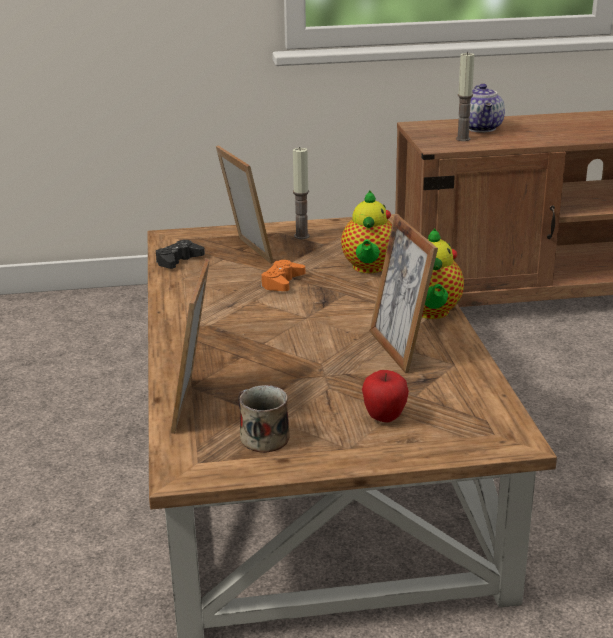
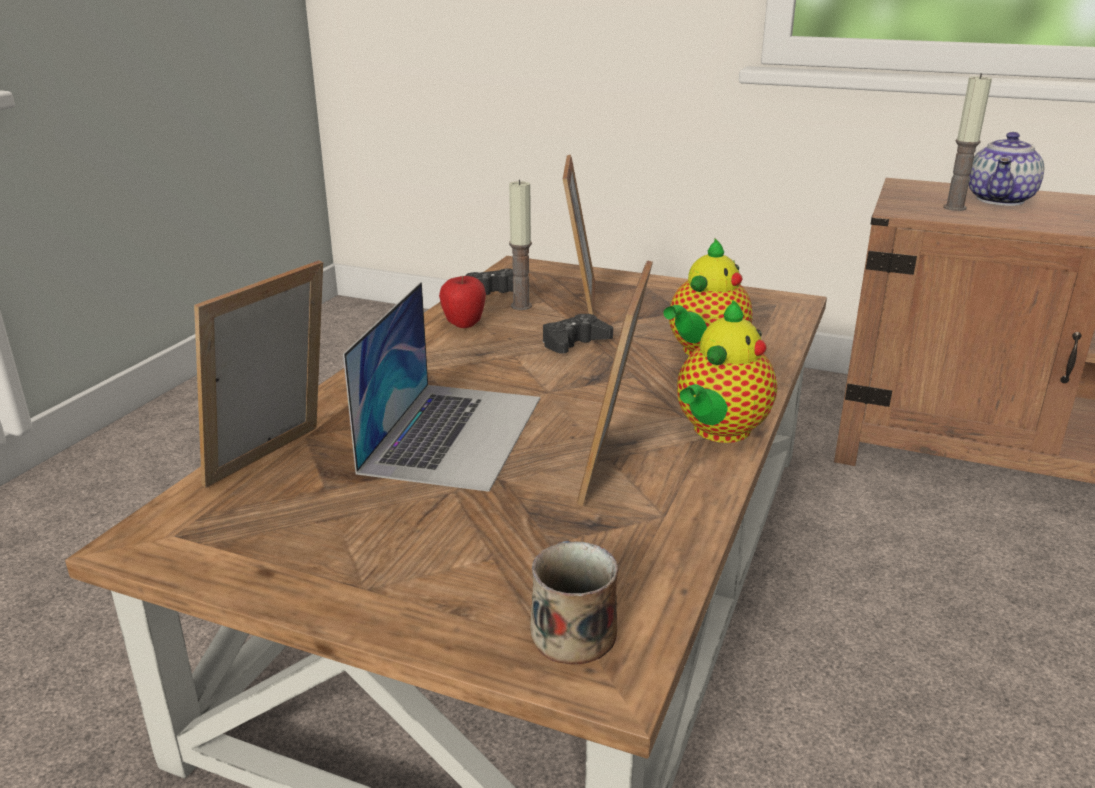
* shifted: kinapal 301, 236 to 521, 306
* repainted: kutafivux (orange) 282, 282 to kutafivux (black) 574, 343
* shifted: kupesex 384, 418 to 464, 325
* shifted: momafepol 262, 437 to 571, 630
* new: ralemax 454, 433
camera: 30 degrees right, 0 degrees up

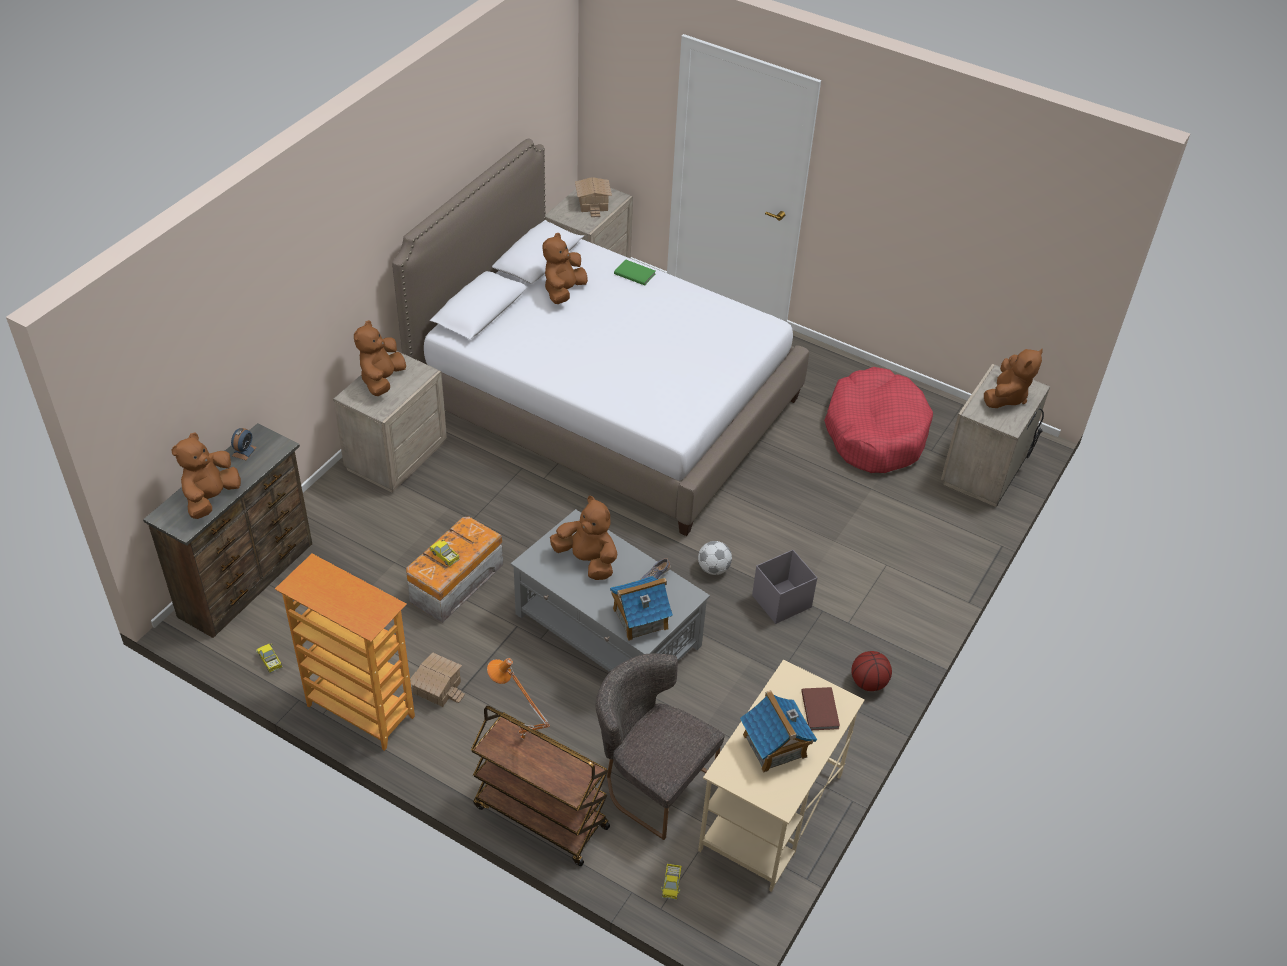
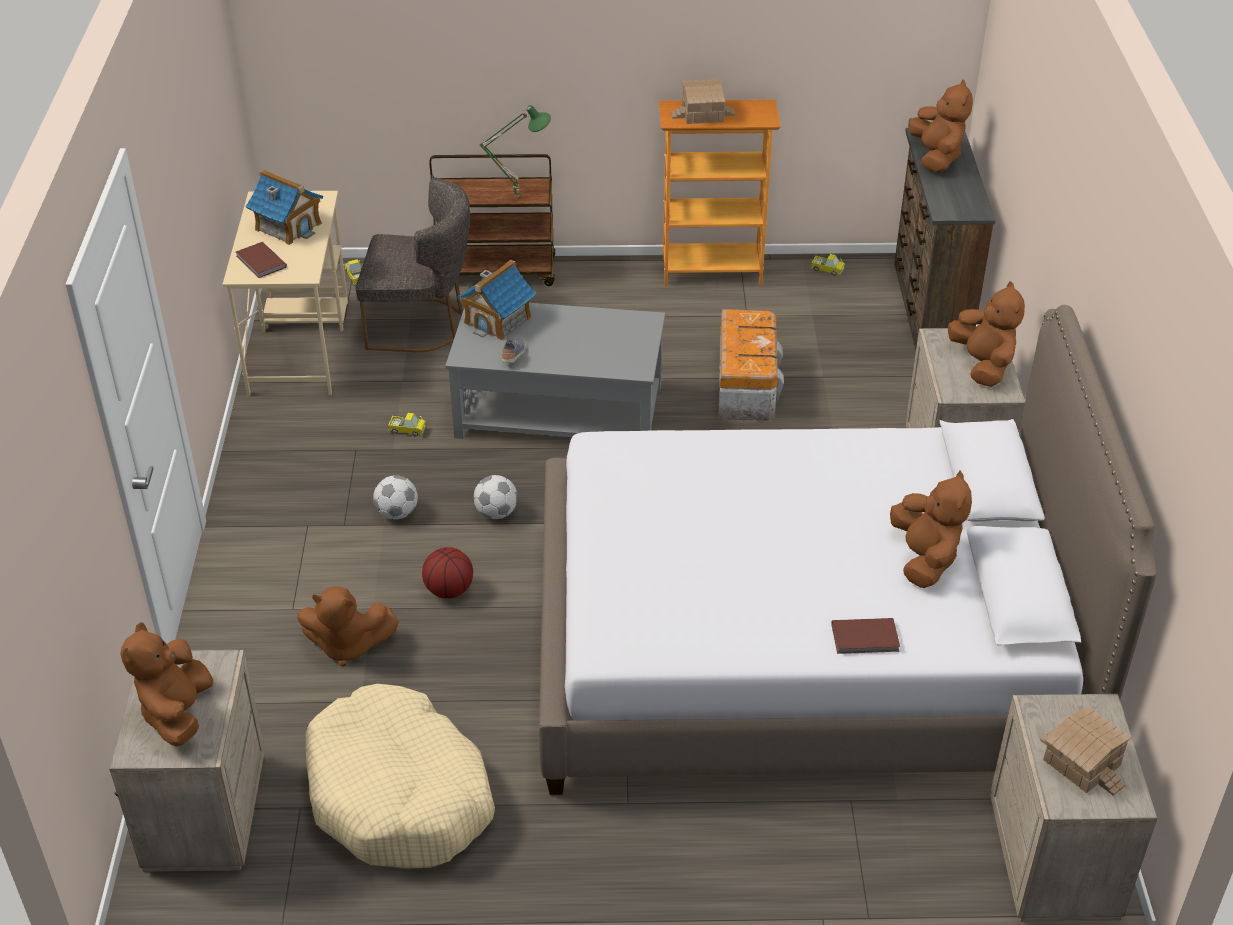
* repainted: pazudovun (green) 634, 273 to pazudovun (brown) 866, 639
* repainted: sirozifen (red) 875, 432 to sirozifen (beige) 399, 795
* gone: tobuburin 244, 451
* shifted: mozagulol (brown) 587, 560 to 347, 646
* shifted: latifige 444, 556 to 407, 430
* swapped: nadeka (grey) 780, 602 to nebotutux 397, 513
* shifted: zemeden 868, 682 to 449, 591
* shifted: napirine 437, 687 to 703, 114
* repainted: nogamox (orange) 520, 740 to nogamox (green) 517, 195
camera: 150 degrees right, 5 degrees down

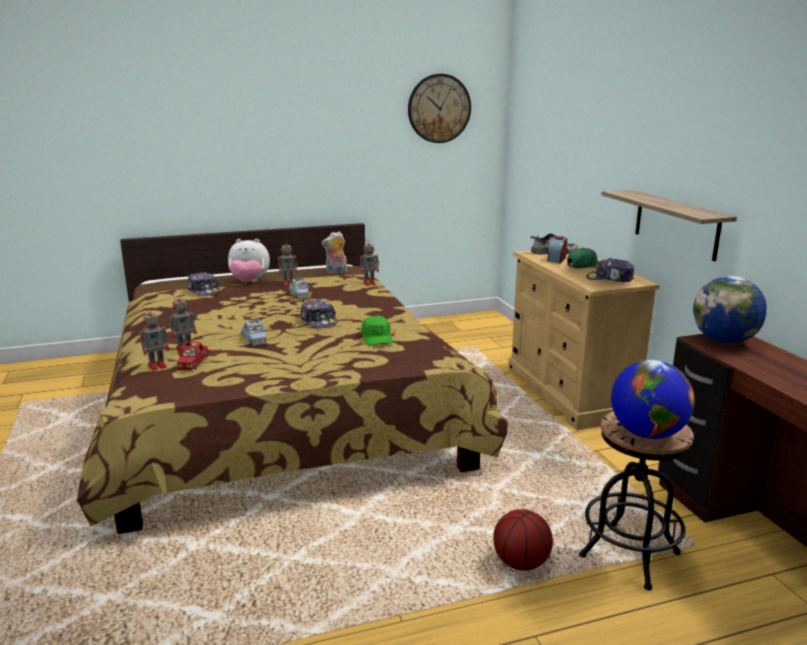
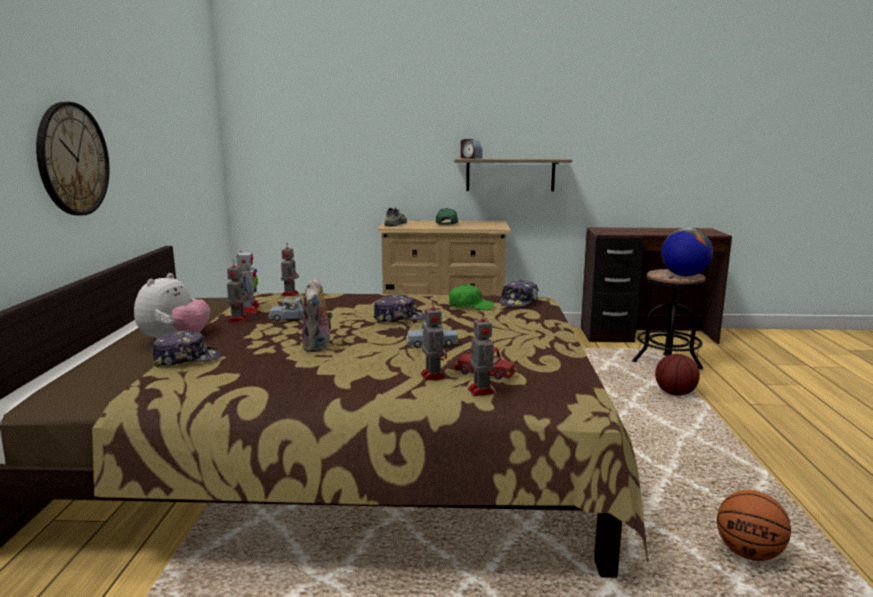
* shifted: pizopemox 439, 108 to 72, 159
* shifted: mozagulol 336, 272 to 318, 347
* shifted: tobuburin 556, 259 to 470, 158
* shifted: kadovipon 610, 279 to 519, 302
* gone: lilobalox 724, 341
* new: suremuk 249, 309
* new: zemeden 748, 553
camera: 70 degrees left, 5 degrees down

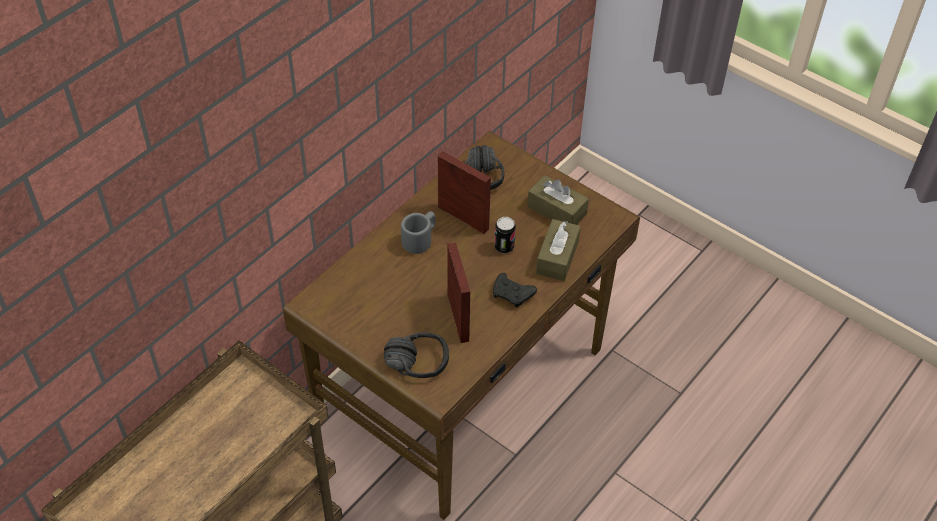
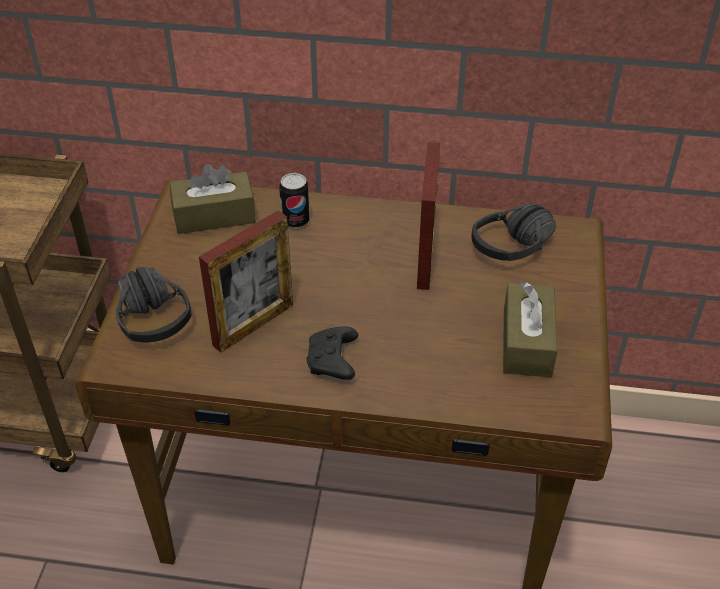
* gone: momafepol (grey) 420, 239
* shifted: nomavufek 504, 247 to 295, 221
* shifted: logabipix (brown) 557, 257 to 214, 215
camera: 60 degrees right, 5 degrees down

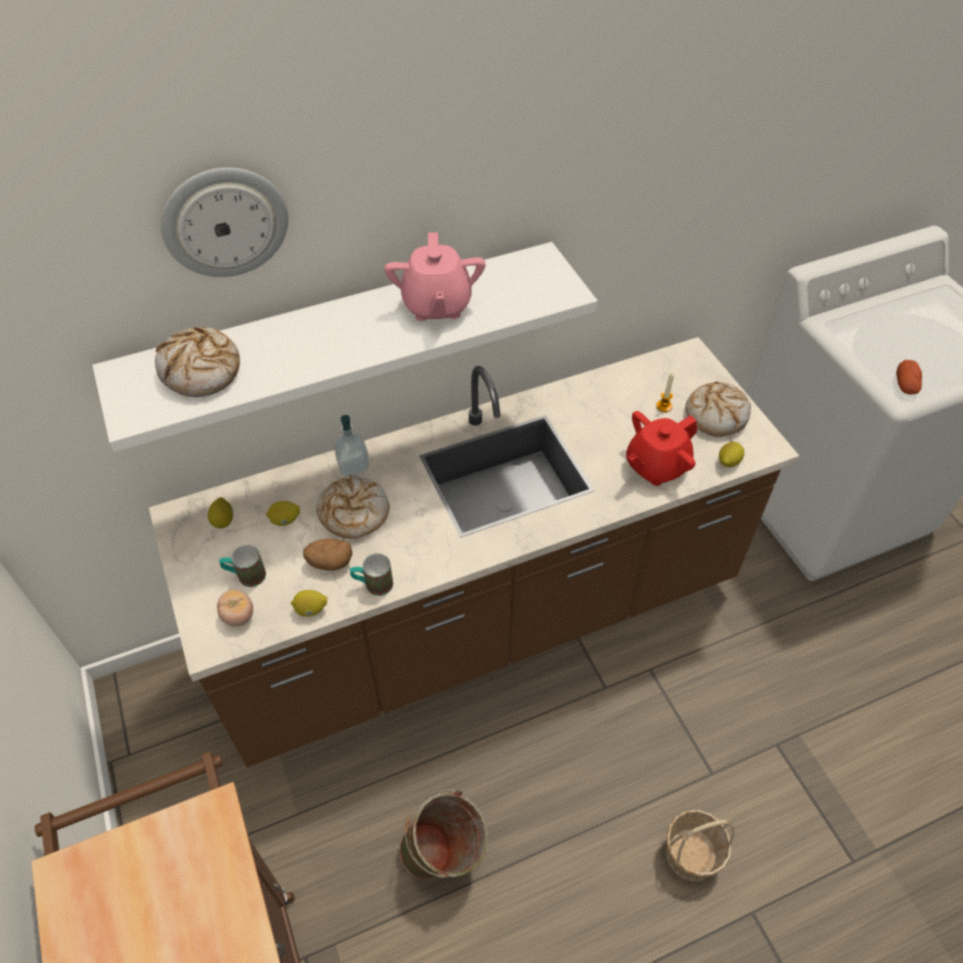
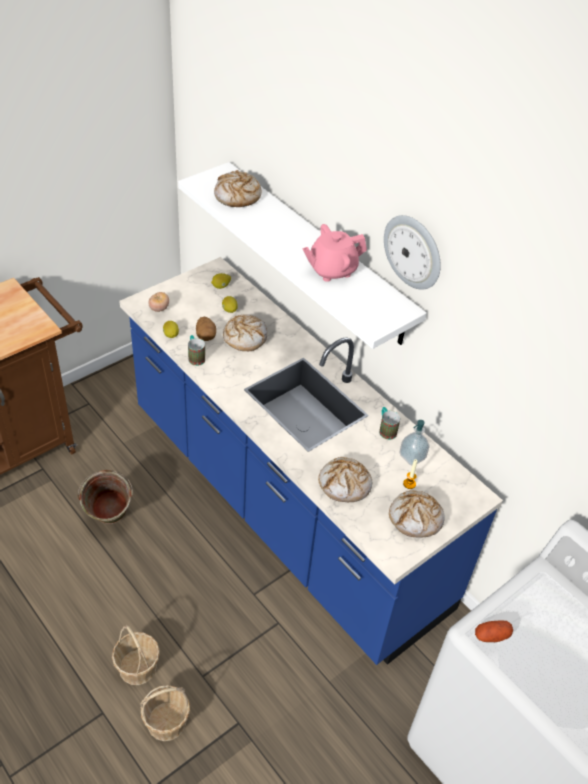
* shifted: pizopemox 225, 221 to 413, 251
* repainted: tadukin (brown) 481, 621 to tadukin (blue) 283, 507
* swapped: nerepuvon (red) 656, 466 to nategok 345, 484
* shifted: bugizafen 353, 465 to 412, 456
* gone: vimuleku 728, 462
* shifted: momafepol 246, 576 to 386, 429
* new: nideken 167, 722
camera: 70 degrees right, 5 degrees down

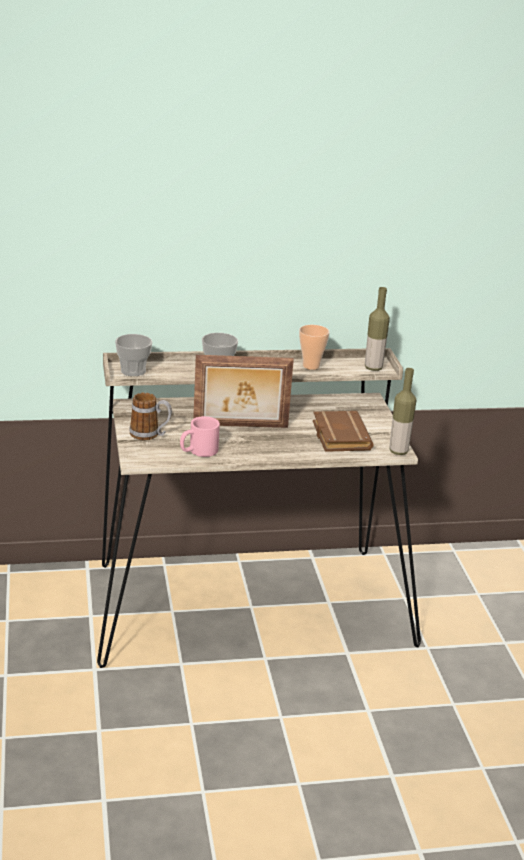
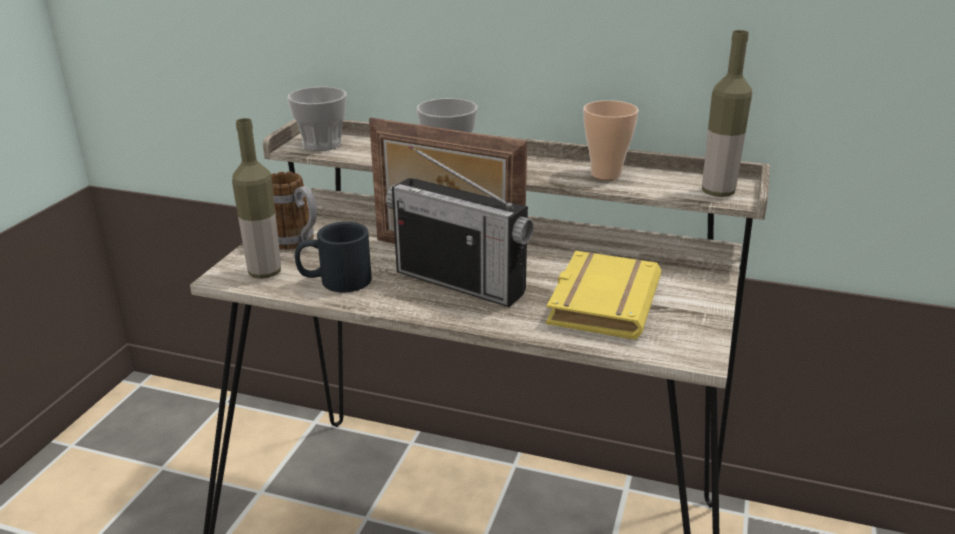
* shifted: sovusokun 398, 451 to 265, 272
* repainted: pazudovun (brown) 338, 435 to pazudovun (yellow) 600, 301
* repainted: momafepol (pink) 198, 451 to momafepol (black) 335, 281
* new: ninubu 460, 282
camera: 30 degrees right, 0 degrees up

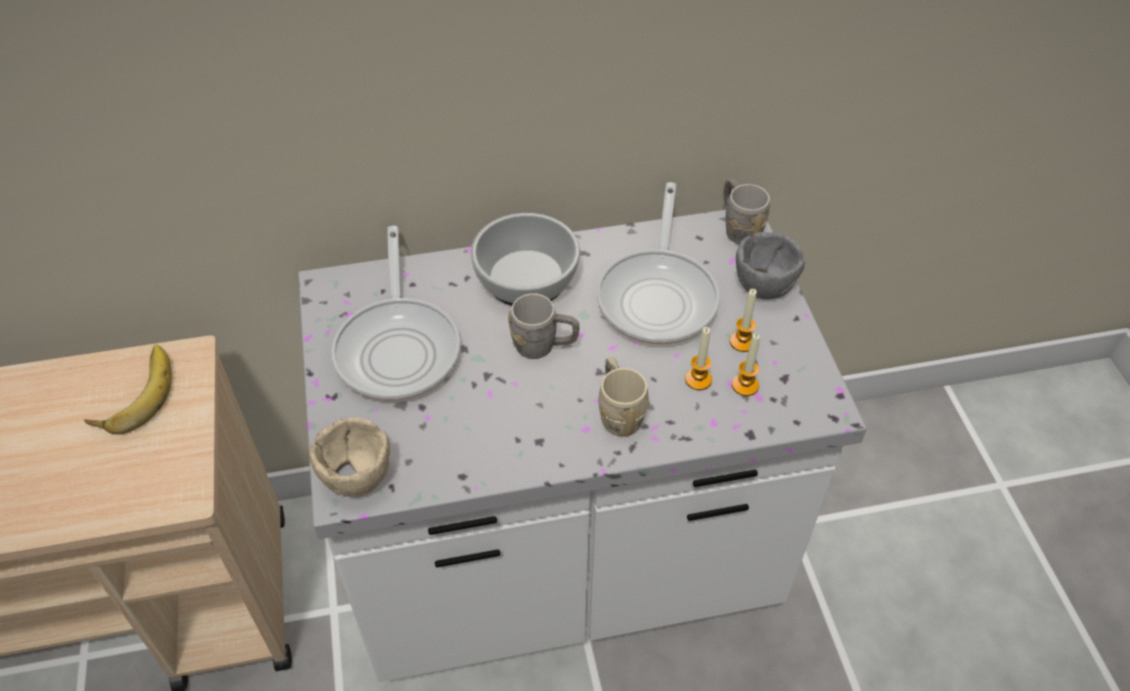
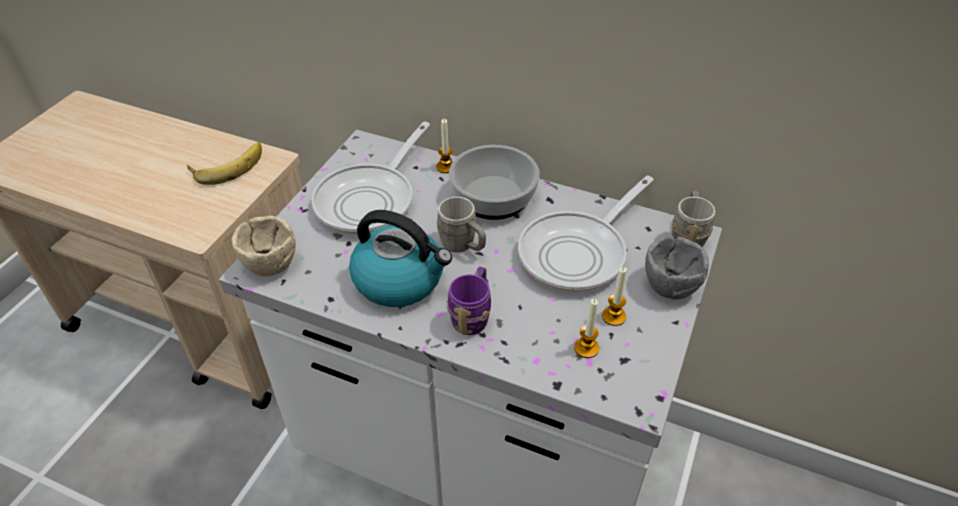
* shifted: kinapal 698, 379 to 446, 167
* repainted: momafepol (beige) 618, 412 to momafepol (purple) 472, 315
* new: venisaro 400, 280
camera: 35 degrees right, 5 degrees down

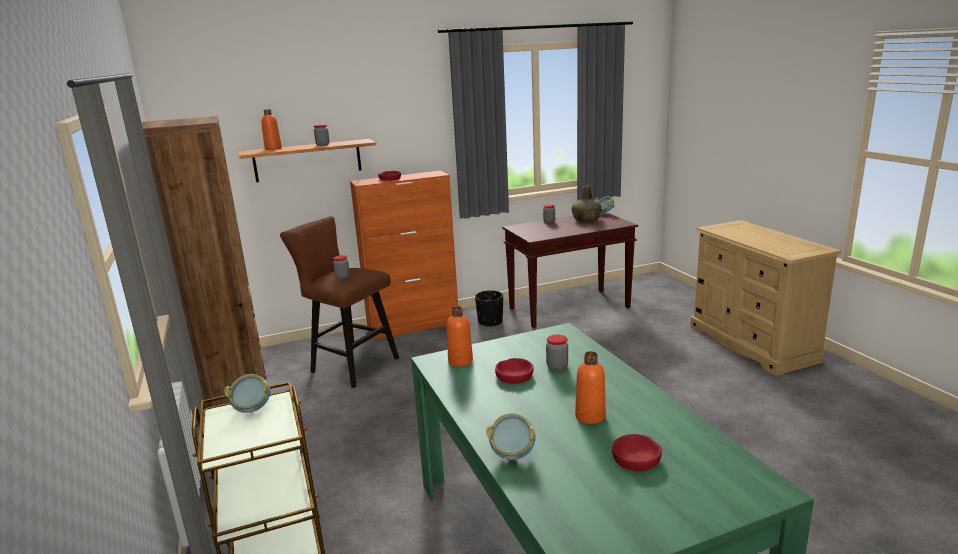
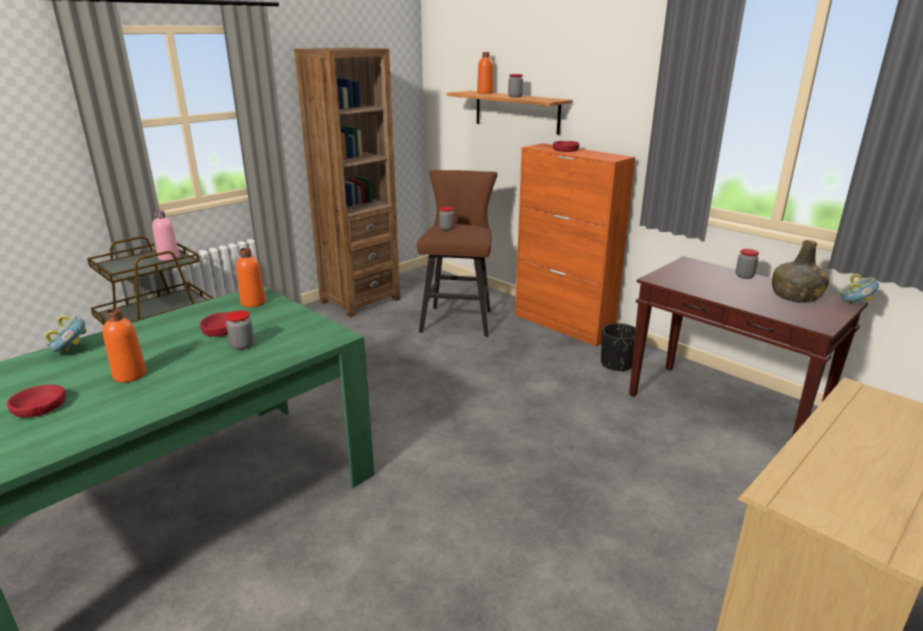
* swapped: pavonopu 252, 409 to sovusokun (pink) 169, 257
camera: 65 degrees right, 5 degrees up

